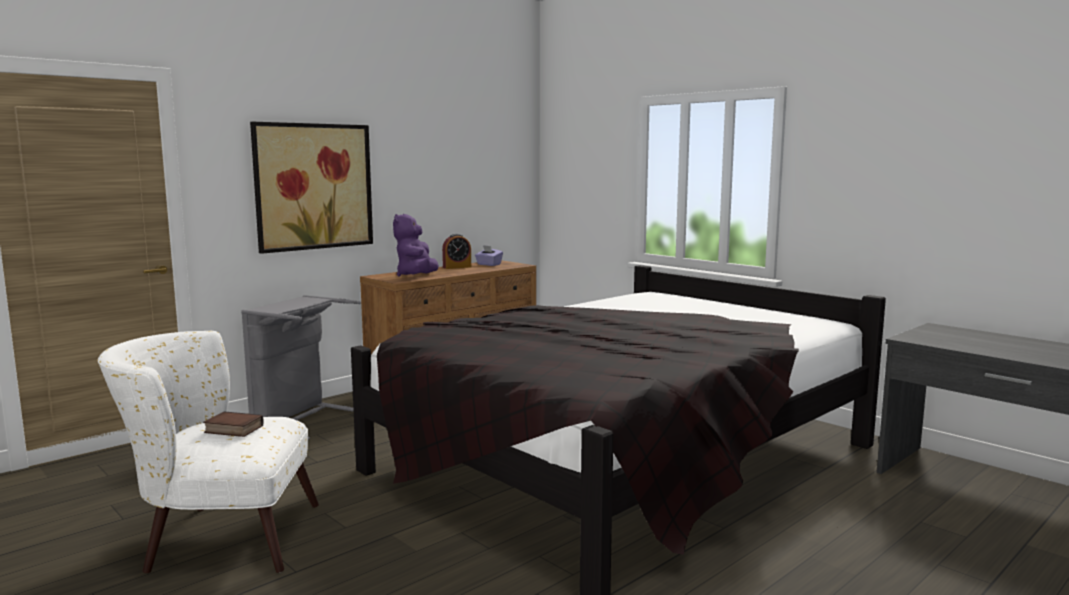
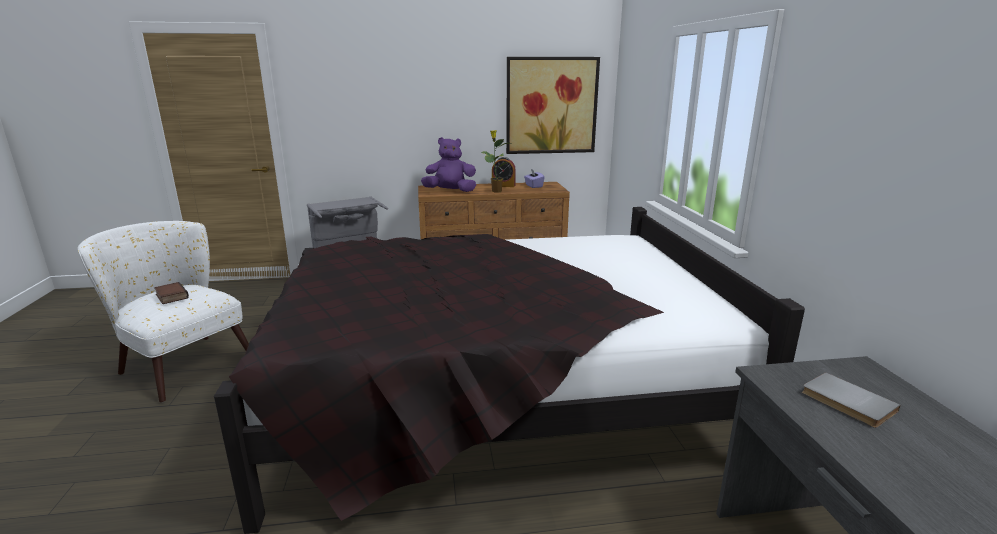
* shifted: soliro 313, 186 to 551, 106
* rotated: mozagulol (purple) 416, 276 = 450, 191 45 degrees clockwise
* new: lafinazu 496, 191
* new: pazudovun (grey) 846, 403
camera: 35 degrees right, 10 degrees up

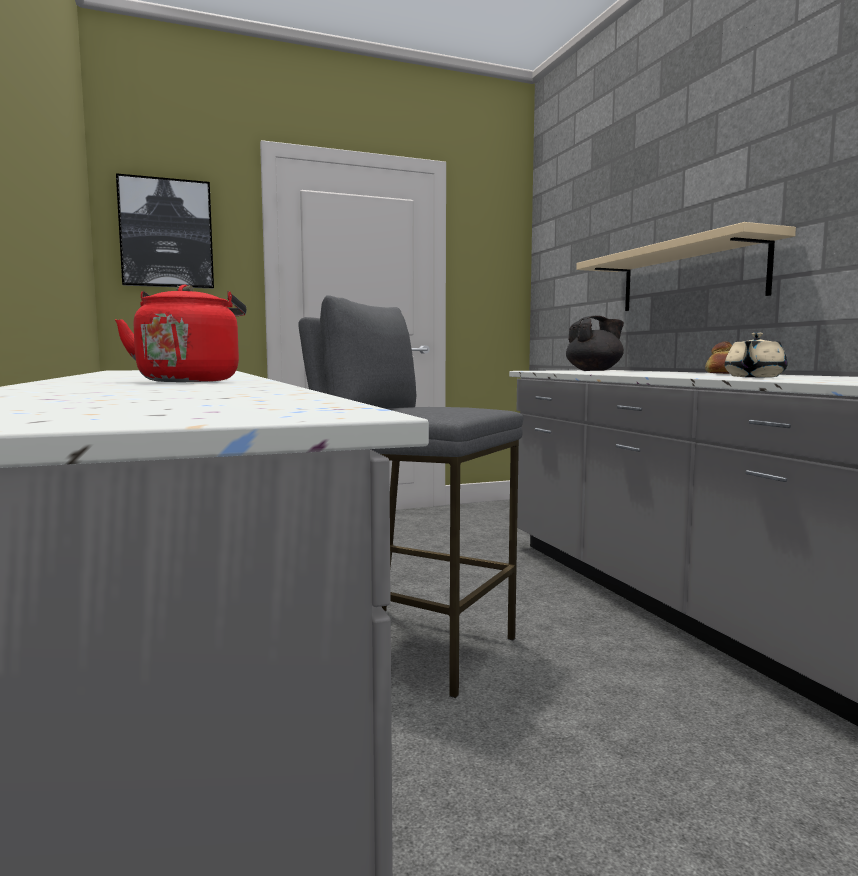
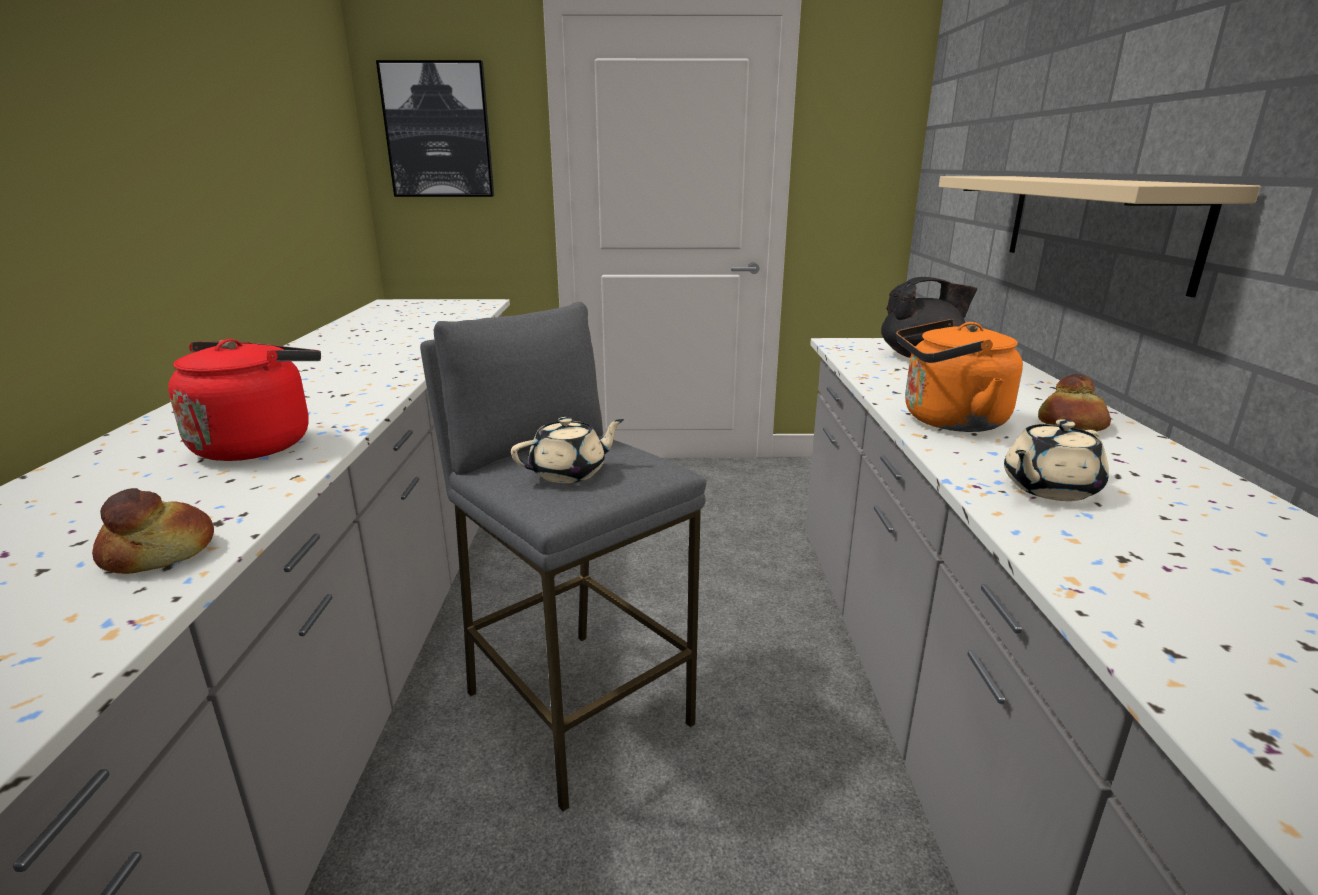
* new: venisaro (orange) 947, 421
* new: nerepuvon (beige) 570, 473
* new: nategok 160, 554
camera: 20 degrees right, 15 degrees up

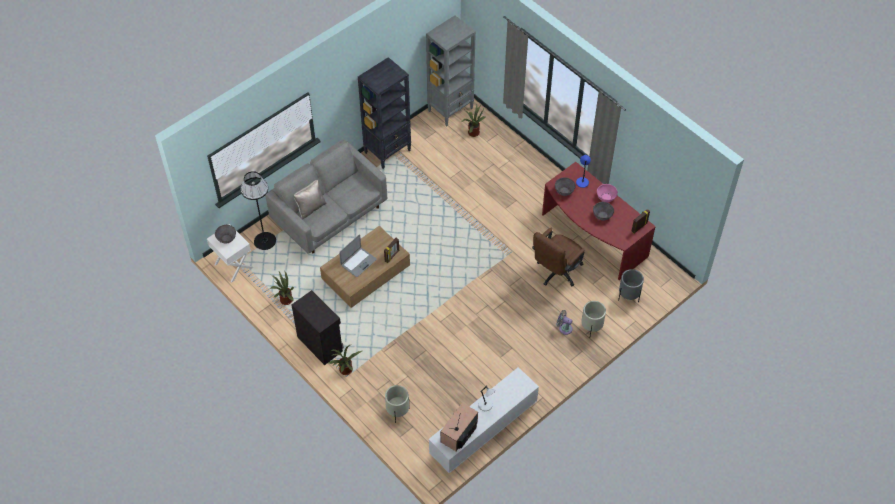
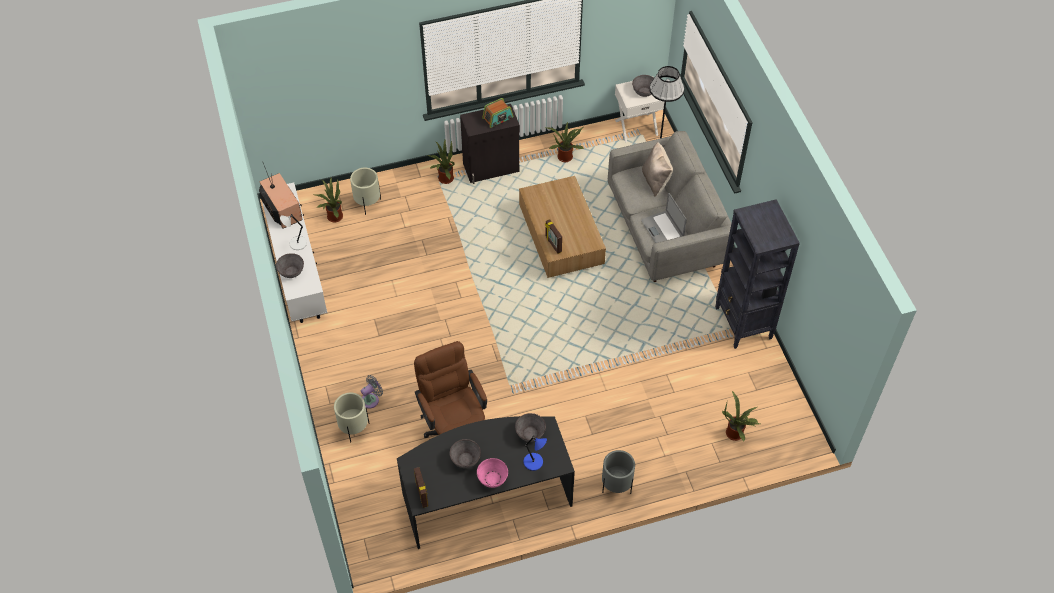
* gone: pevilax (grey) 451, 109
* repainted: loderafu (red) 592, 237 to loderafu (black) 485, 495
* shifted: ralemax 358, 262 to 662, 229
* shifted: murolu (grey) 628, 296 to 616, 486
* new: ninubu 498, 118
* new: lafinazu 333, 216
* new: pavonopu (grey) 291, 271
camera: 115 degrees right, 0 degrees up

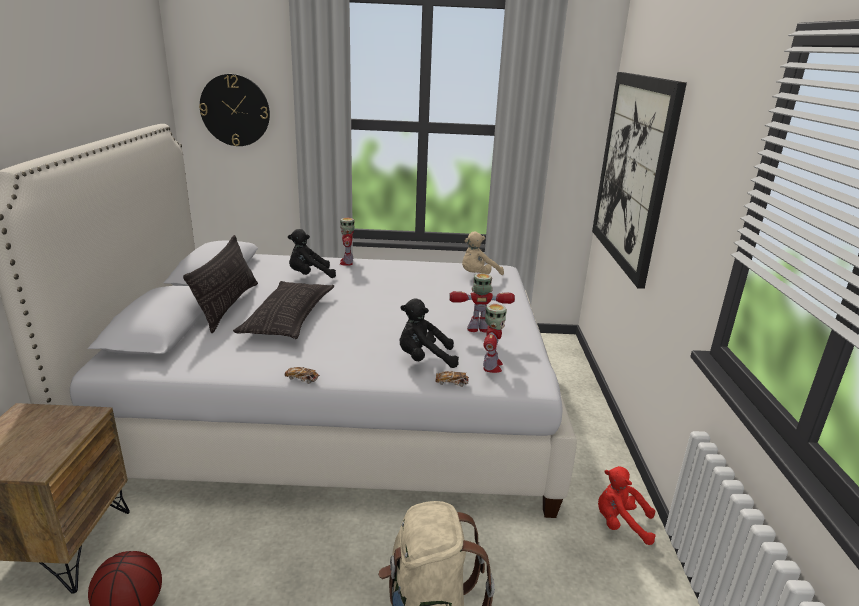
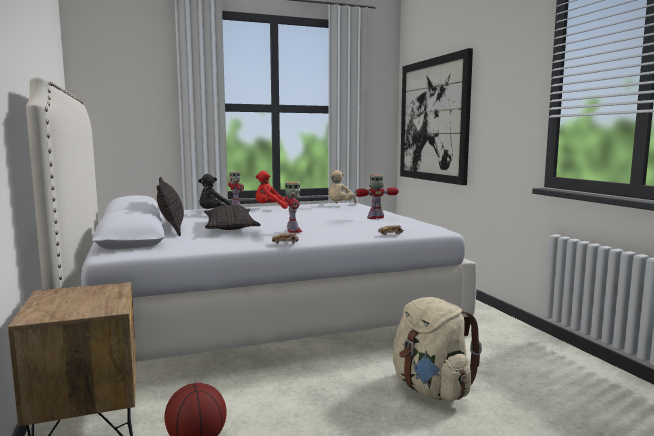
* gone: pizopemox 235, 110
* gone: mozagulol (black) 424, 359
* shifted: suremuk 491, 366 to 293, 231
* shifted: mozagulol (red) 620, 524 to 270, 208
camera: 20 degrees left, 15 degrees down

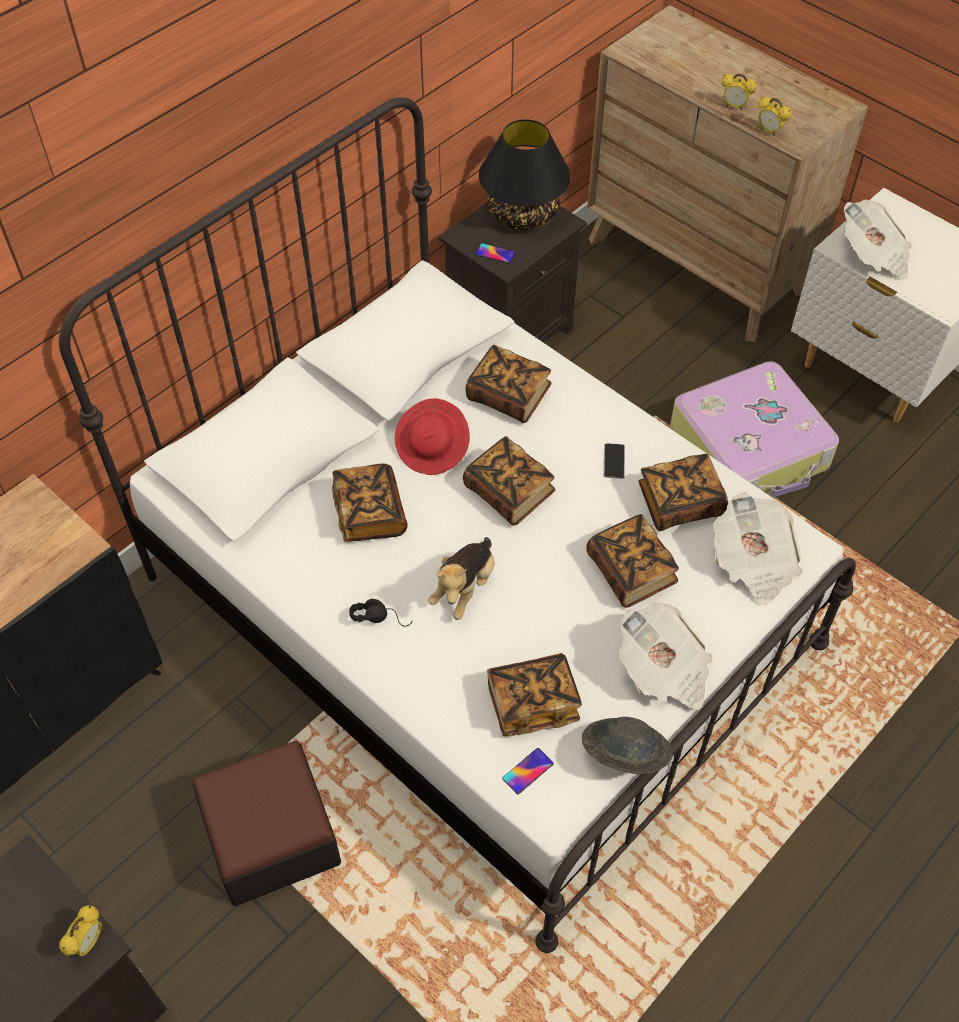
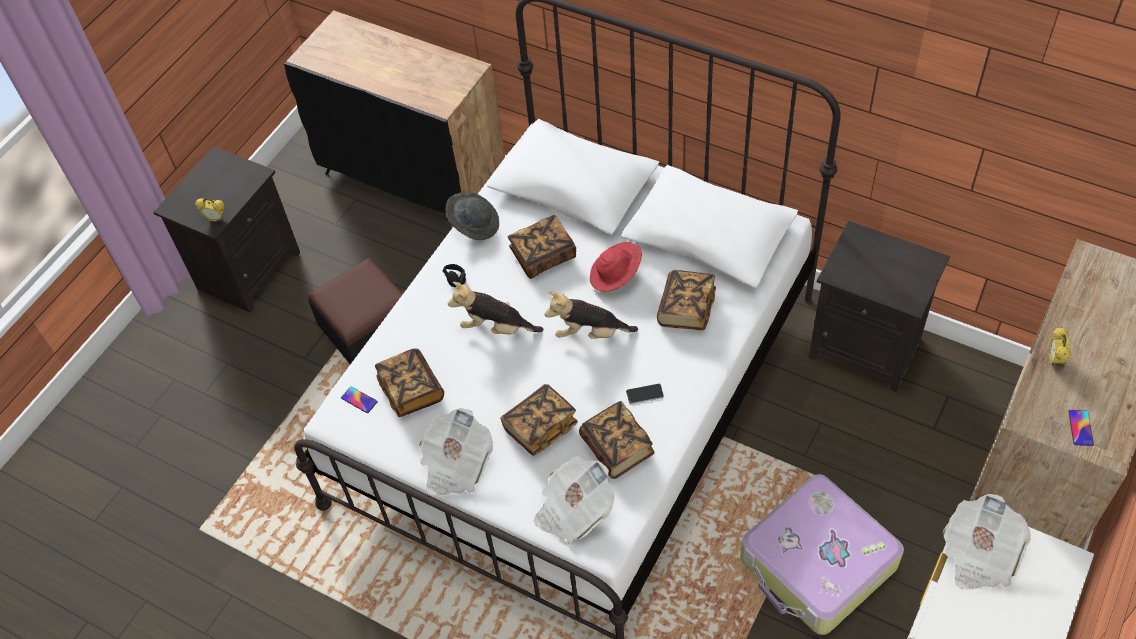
* gone: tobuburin 769, 131
* gone: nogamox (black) 523, 214
* shifted: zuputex 495, 253 to 1080, 428
* swapped: pazudovun 509, 492 to mozagulol 590, 333
* shifted: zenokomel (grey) 624, 754 to 474, 224
camera: 80 degrees right, 0 degrees up

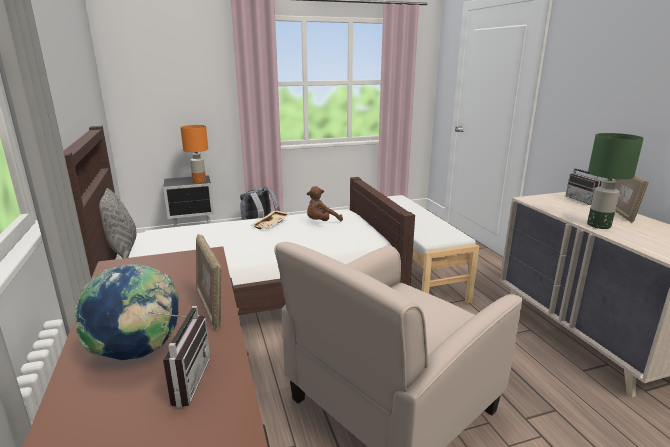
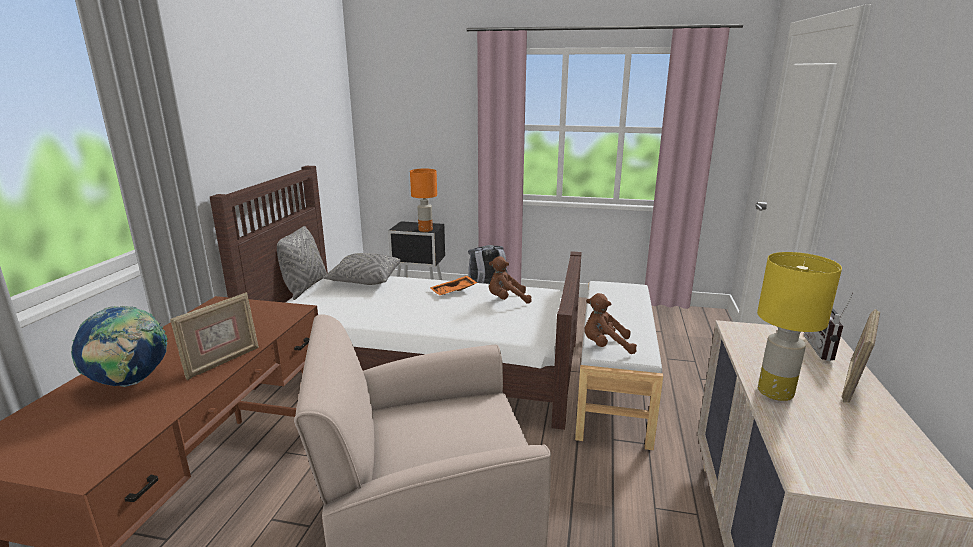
* repainted: nogamox (green) 598, 225 to nogamox (yellow) 774, 392
* repainted: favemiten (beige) 272, 224 to favemiten (orange) 454, 291
* rotated: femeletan 211, 308 = 222, 362 150 degrees counterclockwise
* gone: ninubu 183, 381
* new: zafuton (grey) 364, 280
* new: mozagulol (brown) 605, 346
camera: 30 degrees right, 0 degrees up

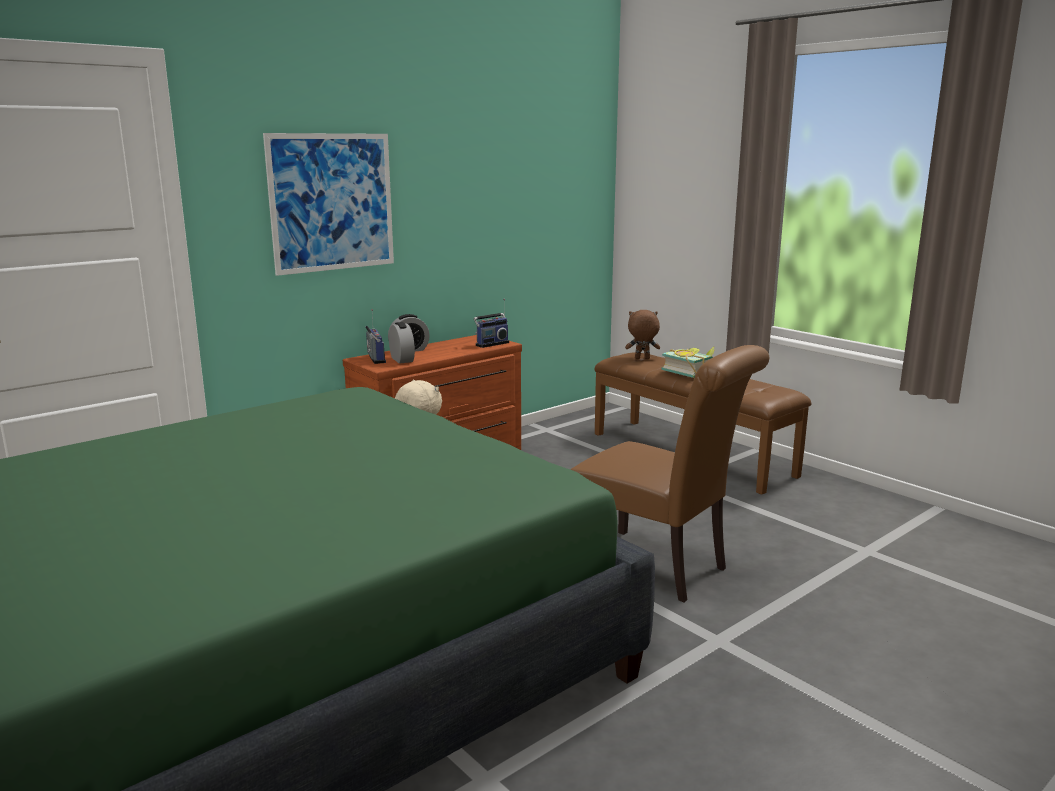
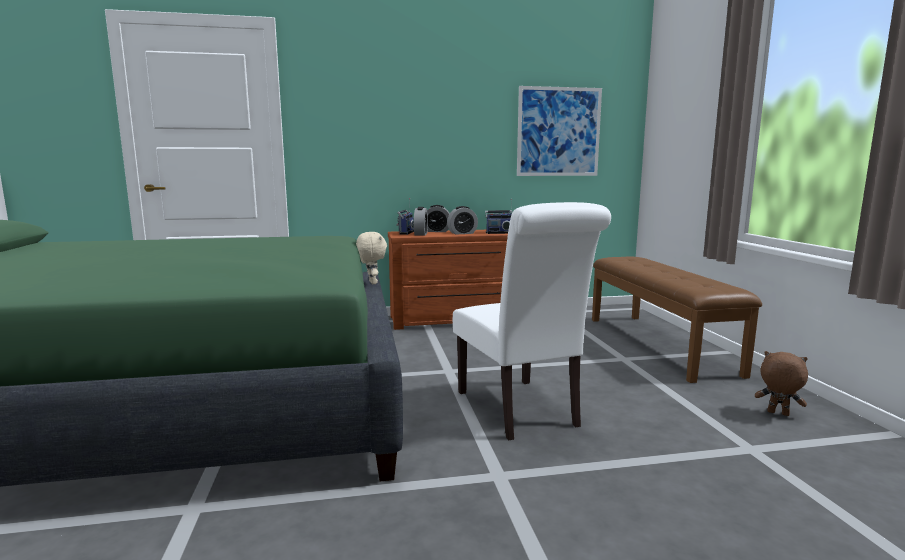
* shifted: soliro 332, 202 to 558, 132
* shifted: mozagulol (brown) 642, 358 to 777, 413
* repainted: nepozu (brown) 658, 567 to nepozu (white) 521, 411
* gone: pazudovun 690, 373
* new: tobuburin 462, 233
camera: 30 degrees right, 5 degrees down

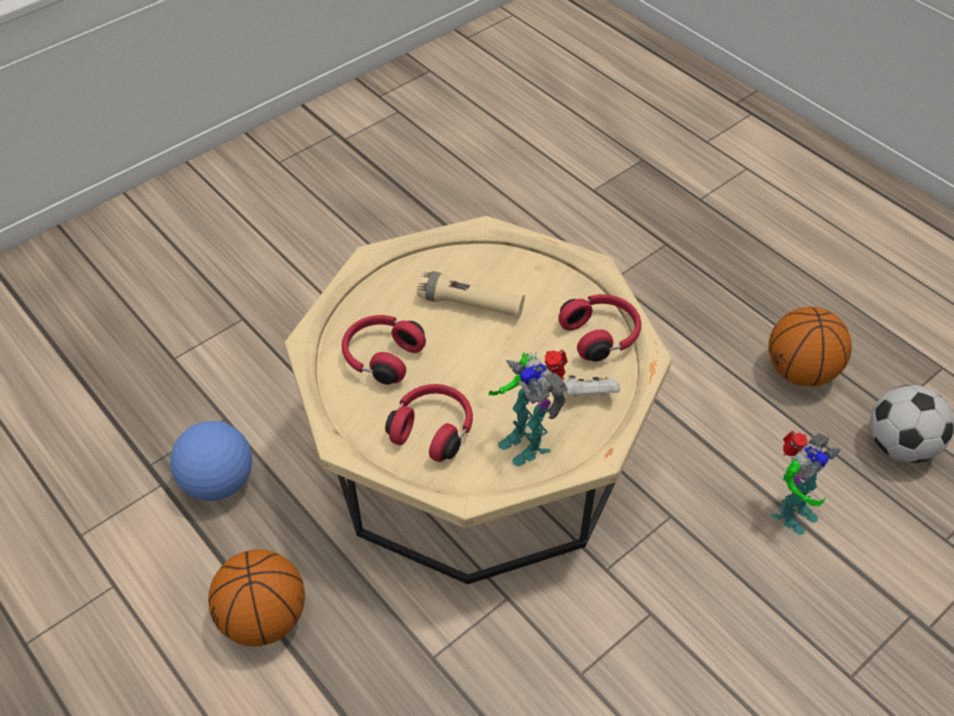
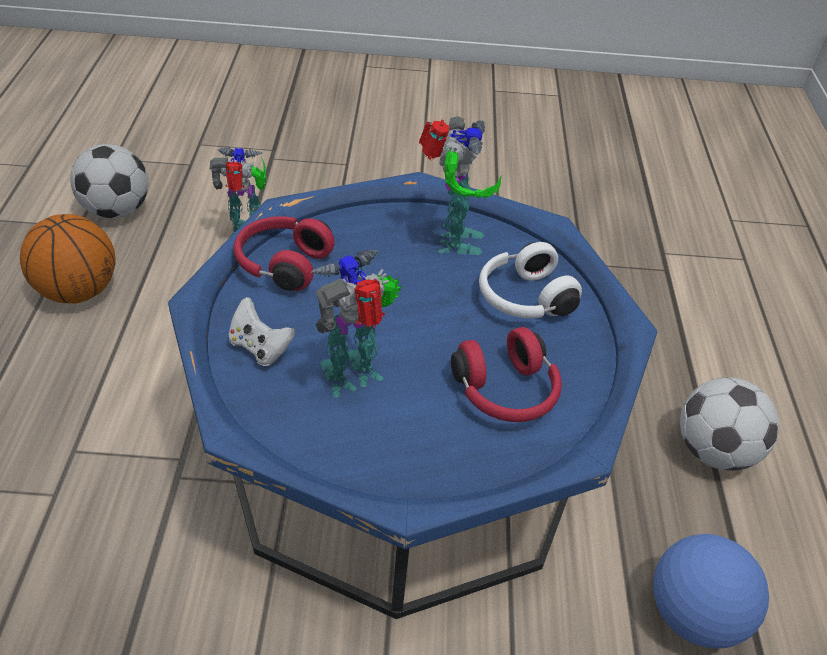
* repainted: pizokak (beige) 476, 446 to pizokak (blue) 403, 443
* swapped: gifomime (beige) 471, 304 to suremuk 355, 376
* shifted: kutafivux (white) 588, 396 to 260, 347
* repainted: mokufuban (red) 433, 429 to mokufuban (white) 522, 299
* swapped: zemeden 264, 618 to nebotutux 713, 450
camera: 140 degrees left, 5 degrees down

